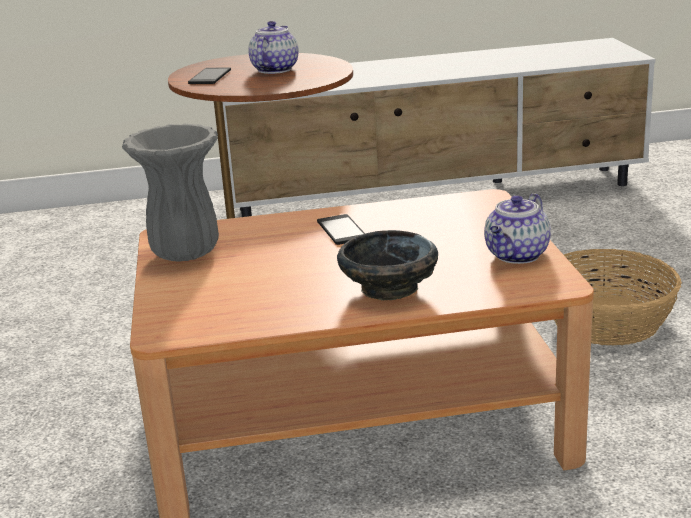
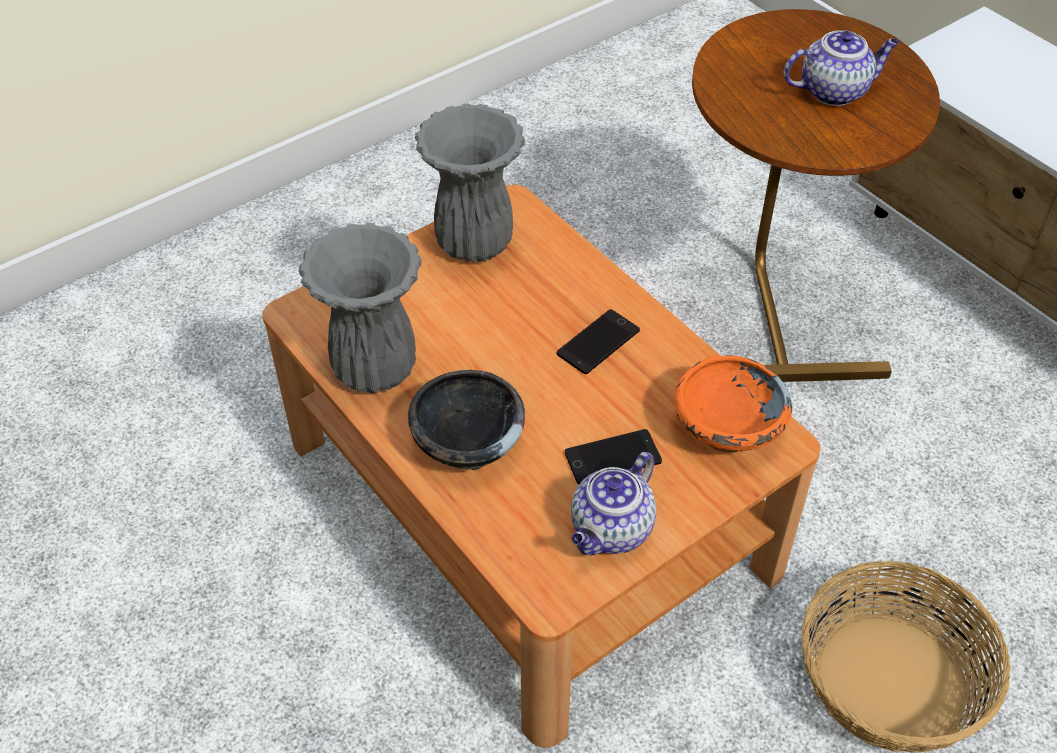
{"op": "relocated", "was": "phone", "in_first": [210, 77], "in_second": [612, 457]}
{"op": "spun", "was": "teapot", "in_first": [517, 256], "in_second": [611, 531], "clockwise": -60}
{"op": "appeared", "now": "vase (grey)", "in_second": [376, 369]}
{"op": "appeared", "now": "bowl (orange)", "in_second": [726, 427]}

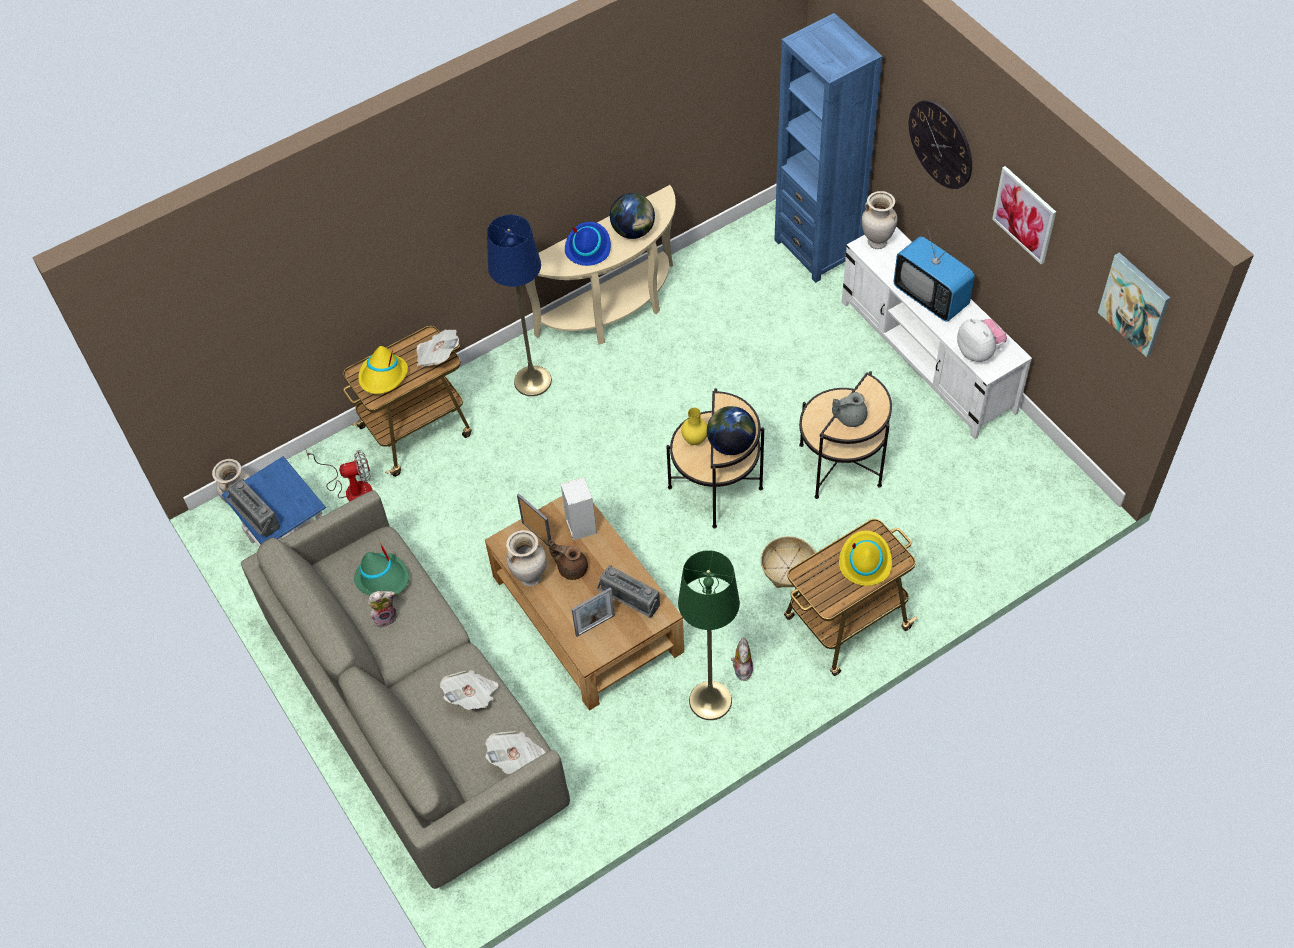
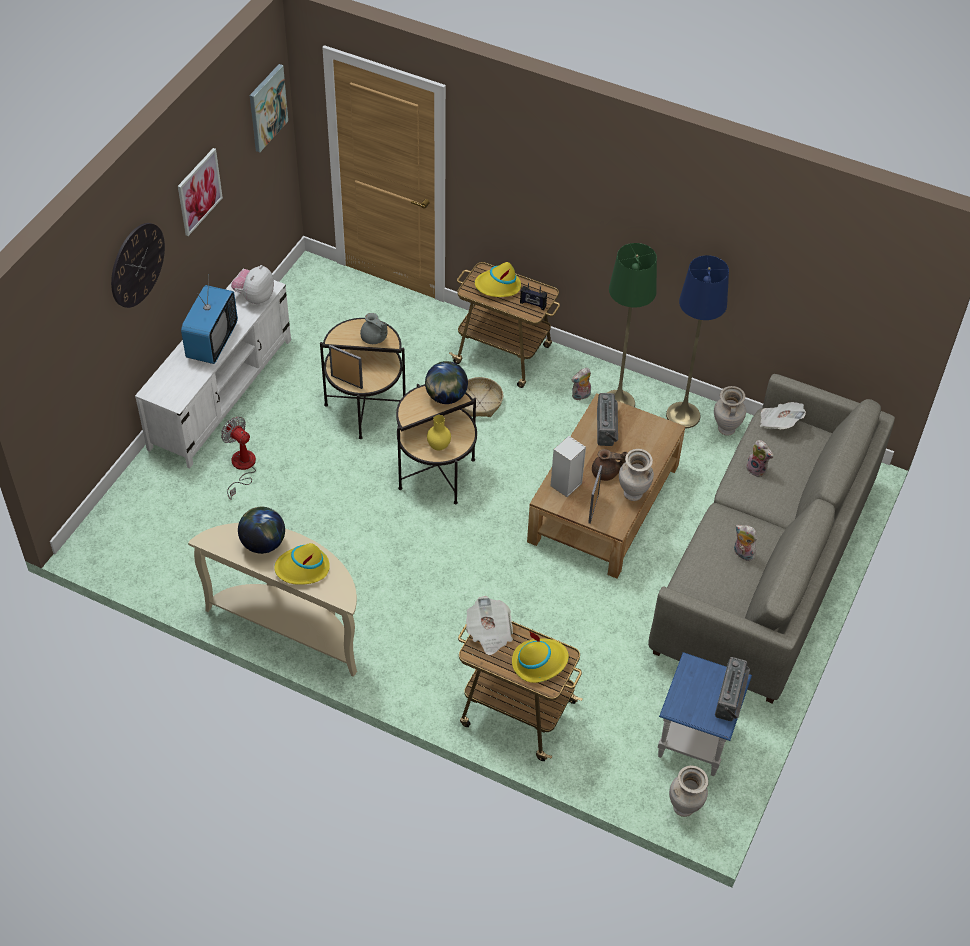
{"op": "relocated", "was": "fan", "in_first": [351, 488], "in_second": [241, 467]}
{"op": "missing", "was": "hat (green)", "in_first": [383, 578]}
{"op": "exchanged", "was": "newspaper", "now": "plush toy", "in_first": [472, 696], "in_second": [757, 469]}
{"op": "relocated", "was": "floor lamp (blue)", "in_first": [532, 381], "in_second": [683, 415]}
{"op": "spun", "was": "teapot (brown)", "in_first": [571, 568], "in_second": [606, 473], "clockwise": -75}
{"op": "colour", "was": "hat (blue)", "now": "hat (yellow)", "in_first": [588, 247], "in_second": [302, 568]}
{"op": "relocated", "was": "picture frame", "in_first": [595, 625], "in_second": [347, 381]}
{"op": "missing", "was": "bookcase (blue)", "in_first": [818, 248]}
{"op": "relocated", "was": "vase (beige)", "in_first": [877, 242], "in_second": [725, 429]}
{"op": "appeared", "now": "radio", "in_second": [533, 304]}

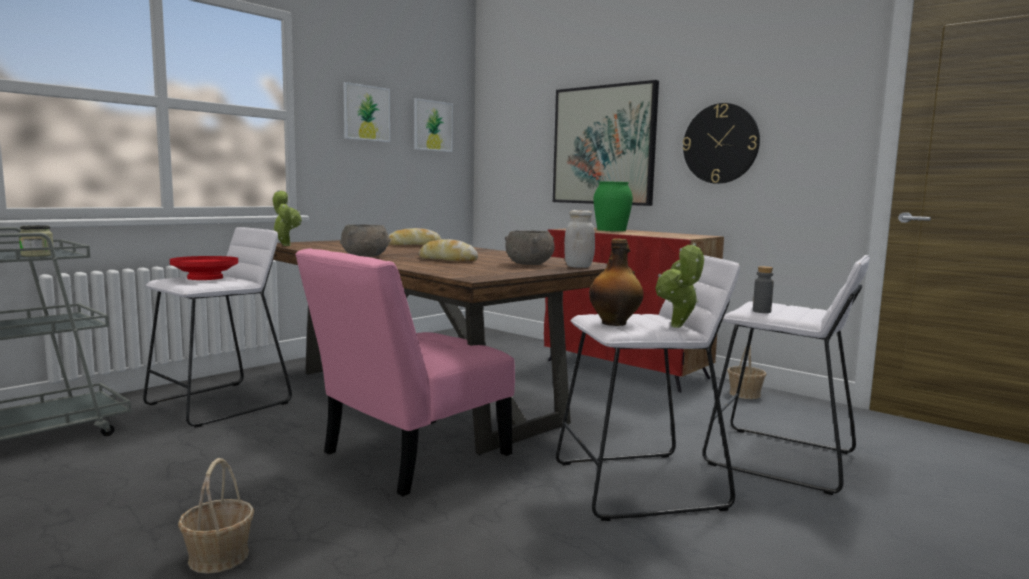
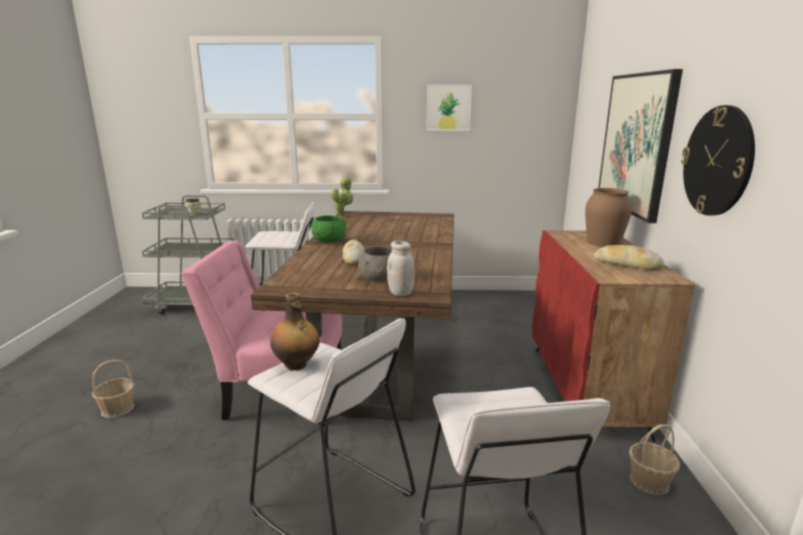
{"op": "missing", "was": "bowl (red)", "in_first": [205, 278]}
{"op": "colour", "was": "bowl (grey)", "now": "bowl (green)", "in_first": [366, 256], "in_second": [329, 241]}
{"op": "relocated", "was": "bread", "in_first": [413, 245], "in_second": [627, 264]}
{"op": "missing", "was": "picture", "in_first": [432, 126]}
{"op": "colour", "was": "vase (green)", "now": "vase (brown)", "in_first": [611, 230], "in_second": [604, 242]}
{"op": "missing", "was": "potted plant", "in_first": [678, 327]}
{"op": "missing", "was": "bottle (grey)", "in_first": [761, 311]}

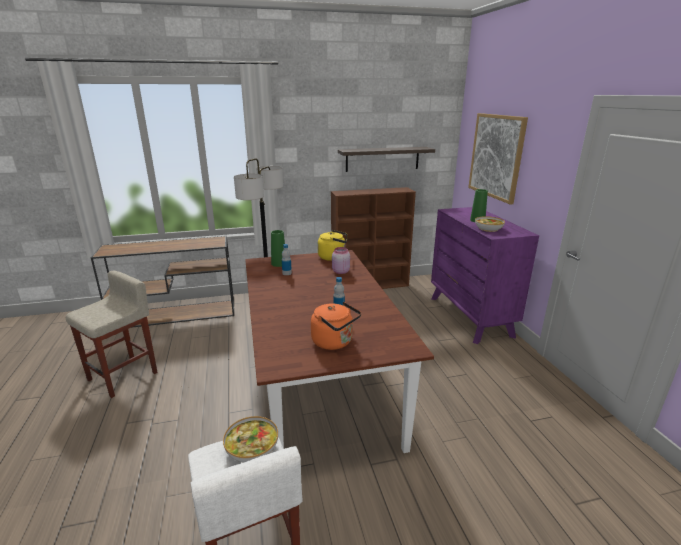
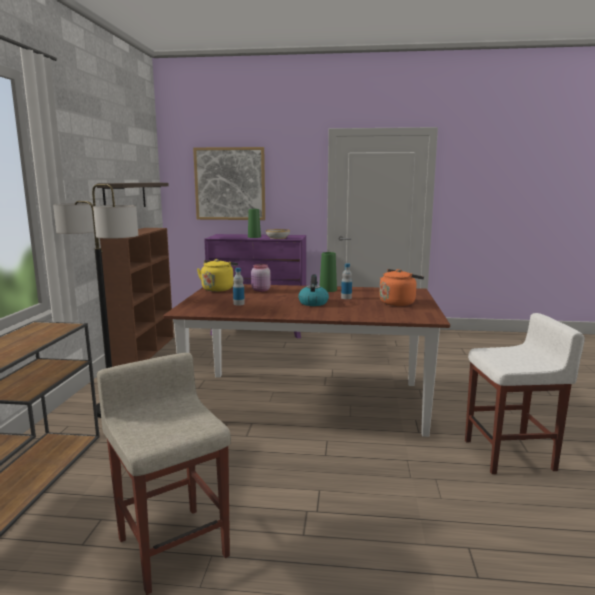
{"op": "missing", "was": "bowl", "in_first": [252, 448]}
{"op": "relocated", "was": "vase (green)", "in_first": [279, 263], "in_second": [328, 290]}
{"op": "appeared", "now": "kettle", "in_second": [313, 303]}

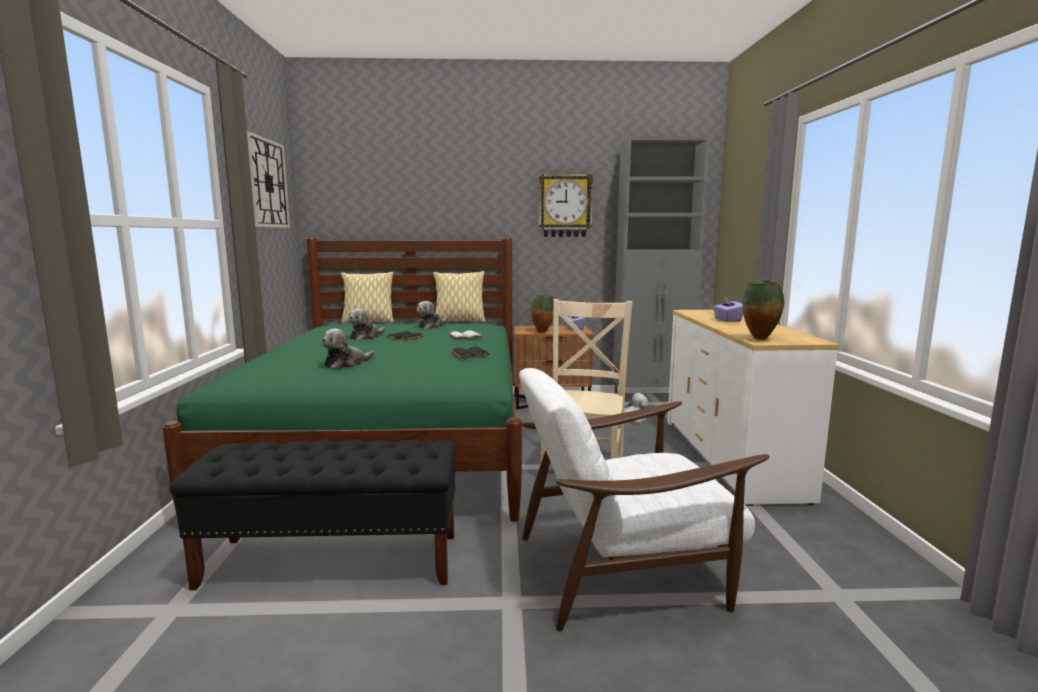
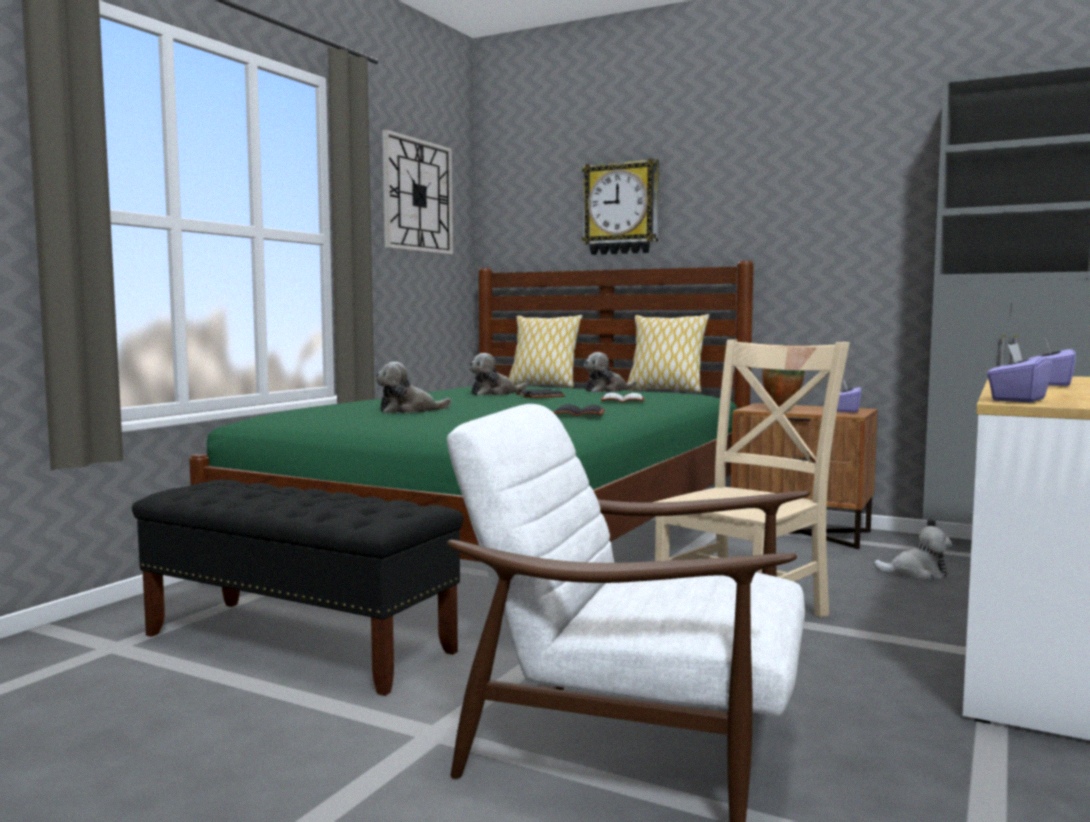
{"op": "relocated", "was": "wall clock", "in_first": [565, 206], "in_second": [621, 208]}
{"op": "exchanged", "was": "vase", "now": "tissue box (purple)", "in_first": [760, 339], "in_second": [1017, 400]}

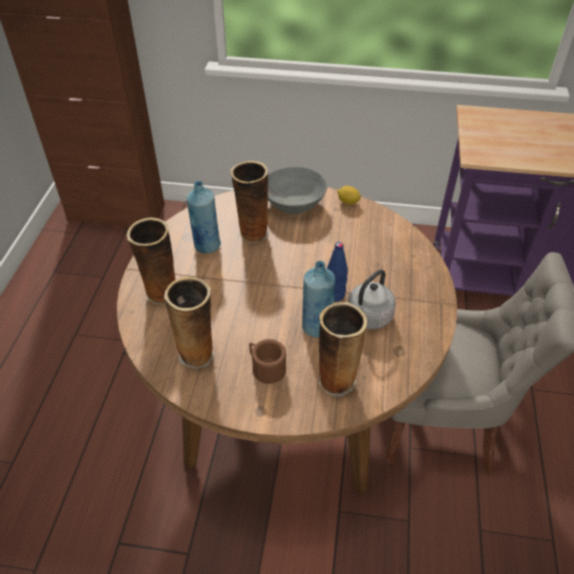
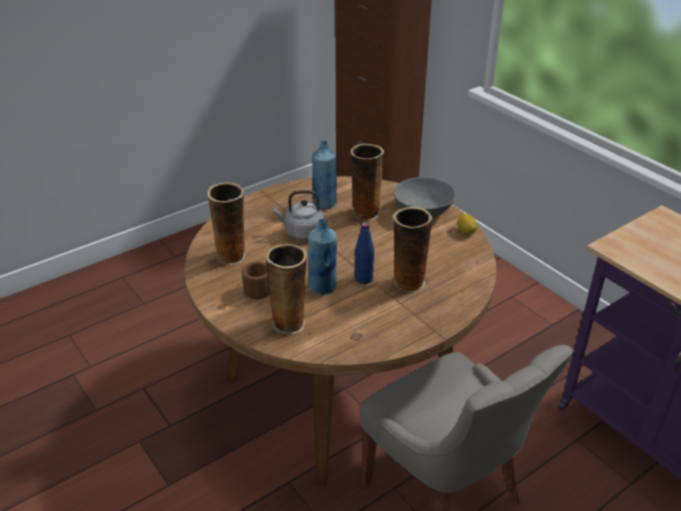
{"op": "relocated", "was": "vase", "in_first": [160, 293], "in_second": [407, 282]}
{"op": "relocated", "was": "kettle (grey)", "in_first": [367, 317], "in_second": [302, 233]}

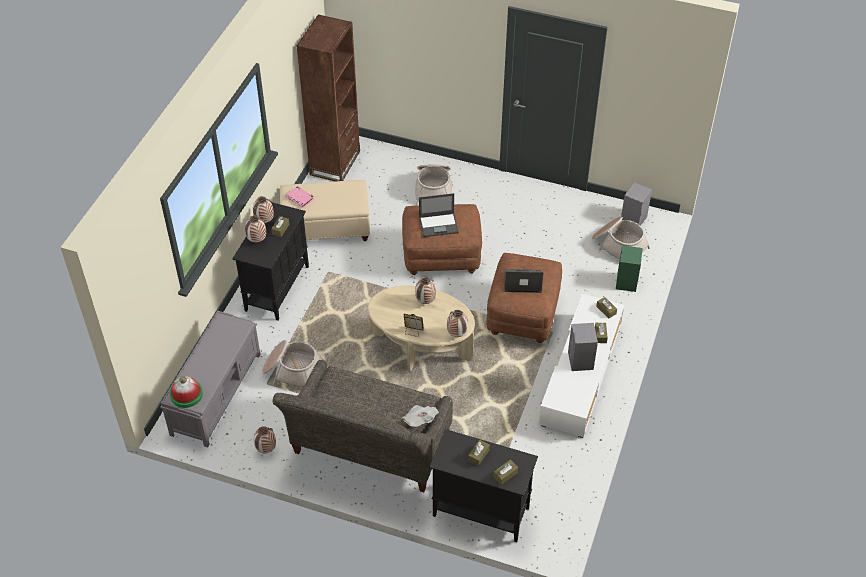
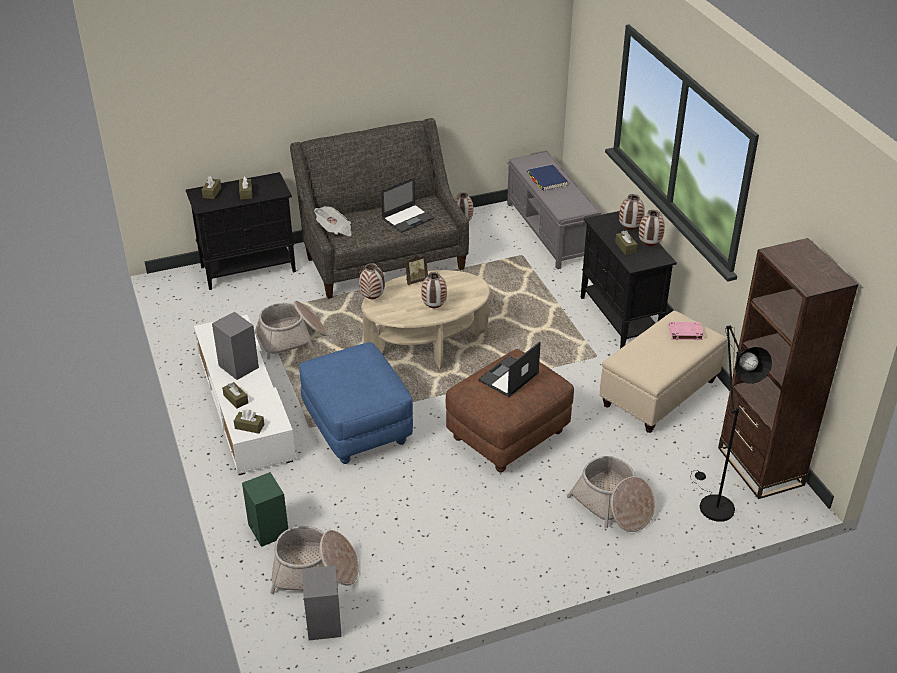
{"op": "missing", "was": "hat", "in_first": [186, 394]}
{"op": "relocated", "was": "basket", "in_first": [292, 370], "in_second": [292, 338]}
{"op": "colour", "was": "ottoman (brown)", "now": "ottoman (blue)", "in_first": [523, 315], "in_second": [357, 427]}
{"op": "relocated", "was": "laptop", "in_first": [522, 281], "in_second": [408, 218]}
{"op": "appeared", "now": "book (blue)", "in_second": [547, 179]}
{"op": "appeared", "now": "floor lamp (black)", "in_second": [712, 503]}

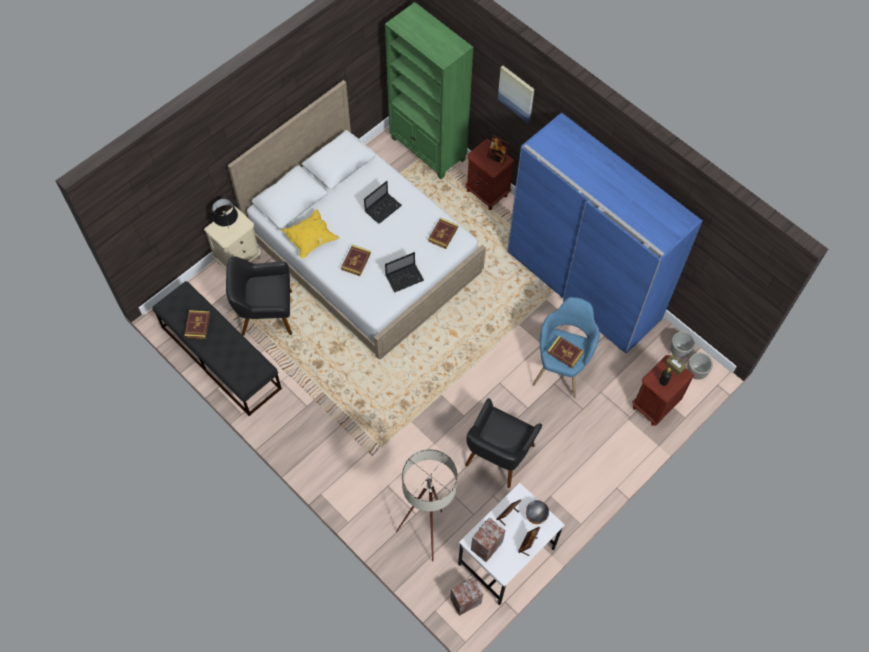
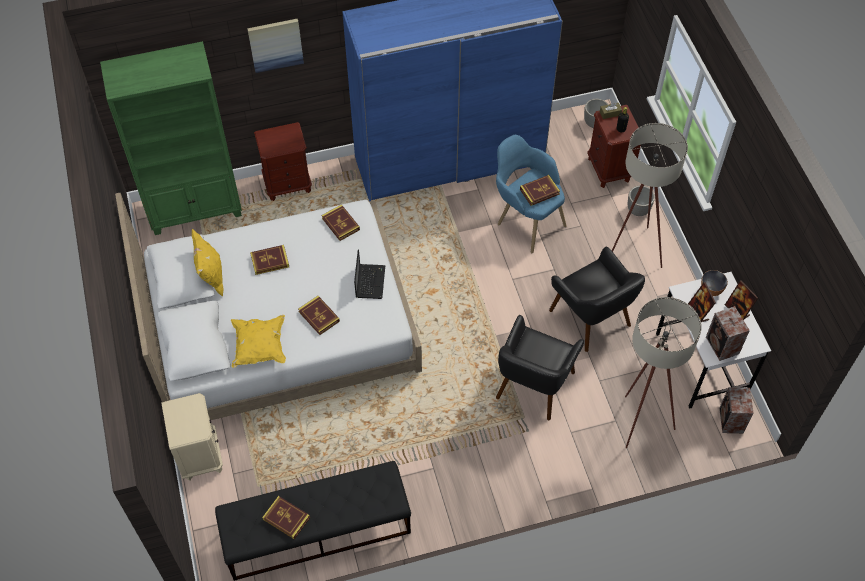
{"op": "missing", "was": "table lamp (black)", "in_first": [228, 228]}
{"op": "relocated", "was": "armchair (black)", "in_first": [266, 313], "in_second": [533, 385]}
{"op": "exchanged", "was": "laptop", "now": "book", "in_first": [383, 208], "in_second": [270, 261]}
{"op": "missing", "was": "picture frame", "in_first": [497, 158]}
{"op": "relocated", "was": "planter", "in_first": [679, 352], "in_second": [638, 210]}
{"op": "appeared", "now": "pillow (yellow)", "in_second": [211, 277]}
{"op": "appeared", "now": "floor lamp (beige)", "in_second": [633, 251]}

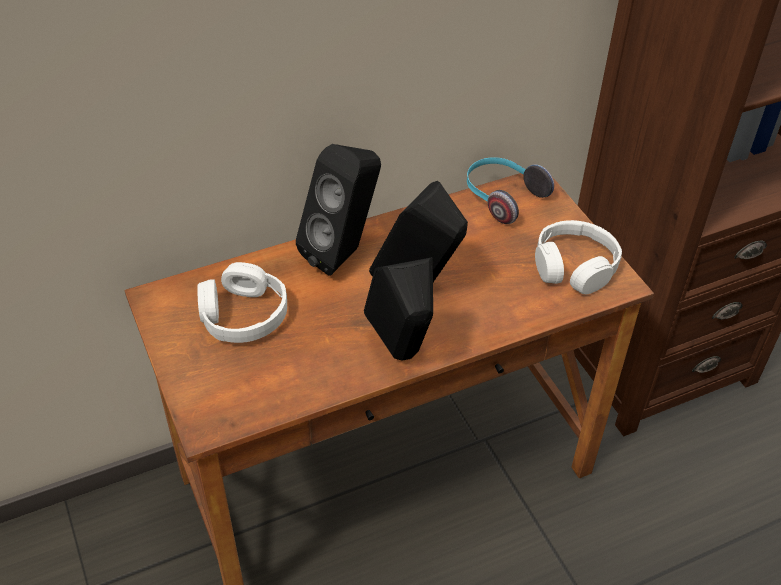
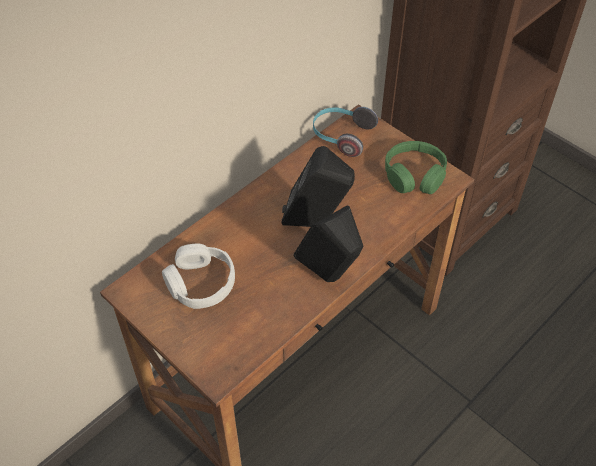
{"op": "missing", "was": "speaker (black)", "in_first": [344, 253]}
{"op": "colour", "was": "headphones (white)", "now": "headphones (green)", "in_first": [574, 266], "in_second": [414, 175]}

